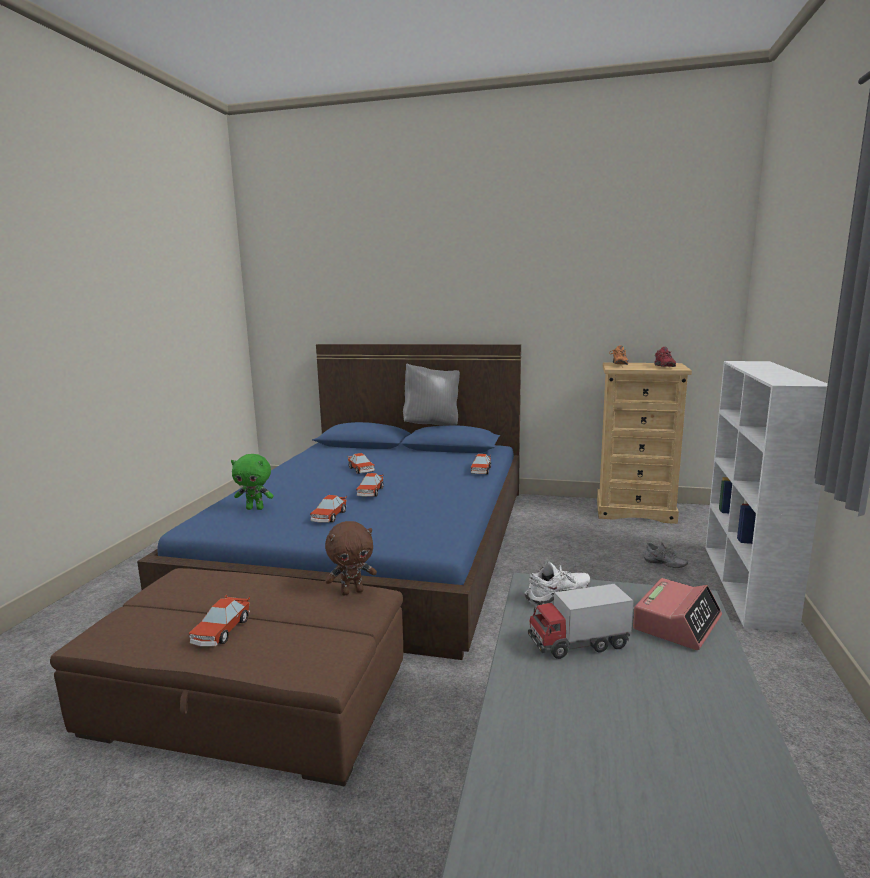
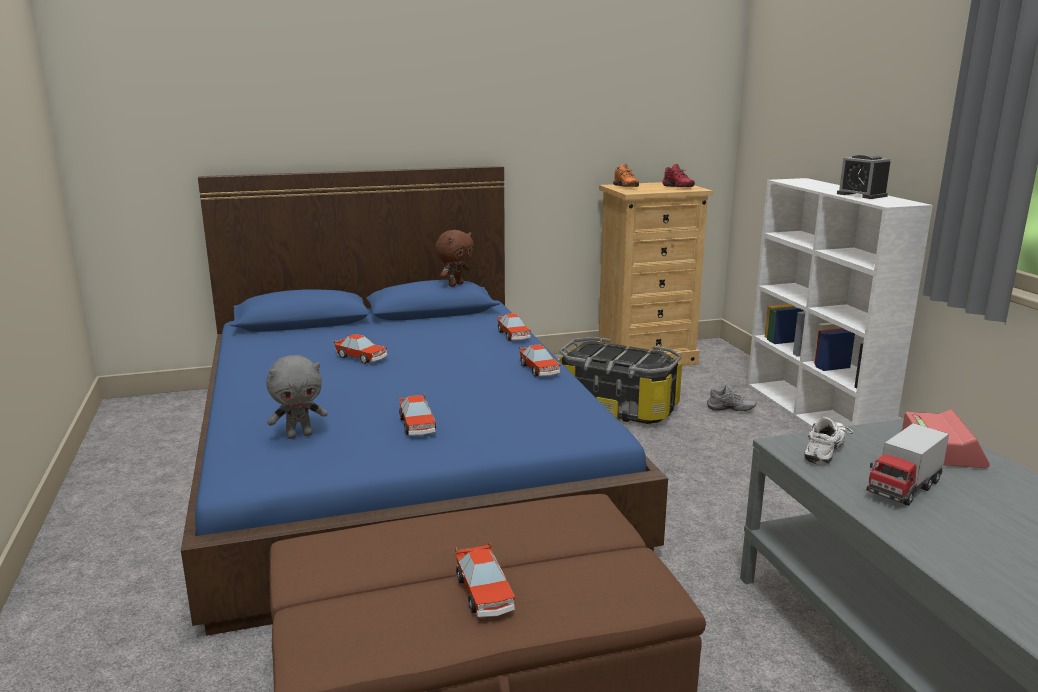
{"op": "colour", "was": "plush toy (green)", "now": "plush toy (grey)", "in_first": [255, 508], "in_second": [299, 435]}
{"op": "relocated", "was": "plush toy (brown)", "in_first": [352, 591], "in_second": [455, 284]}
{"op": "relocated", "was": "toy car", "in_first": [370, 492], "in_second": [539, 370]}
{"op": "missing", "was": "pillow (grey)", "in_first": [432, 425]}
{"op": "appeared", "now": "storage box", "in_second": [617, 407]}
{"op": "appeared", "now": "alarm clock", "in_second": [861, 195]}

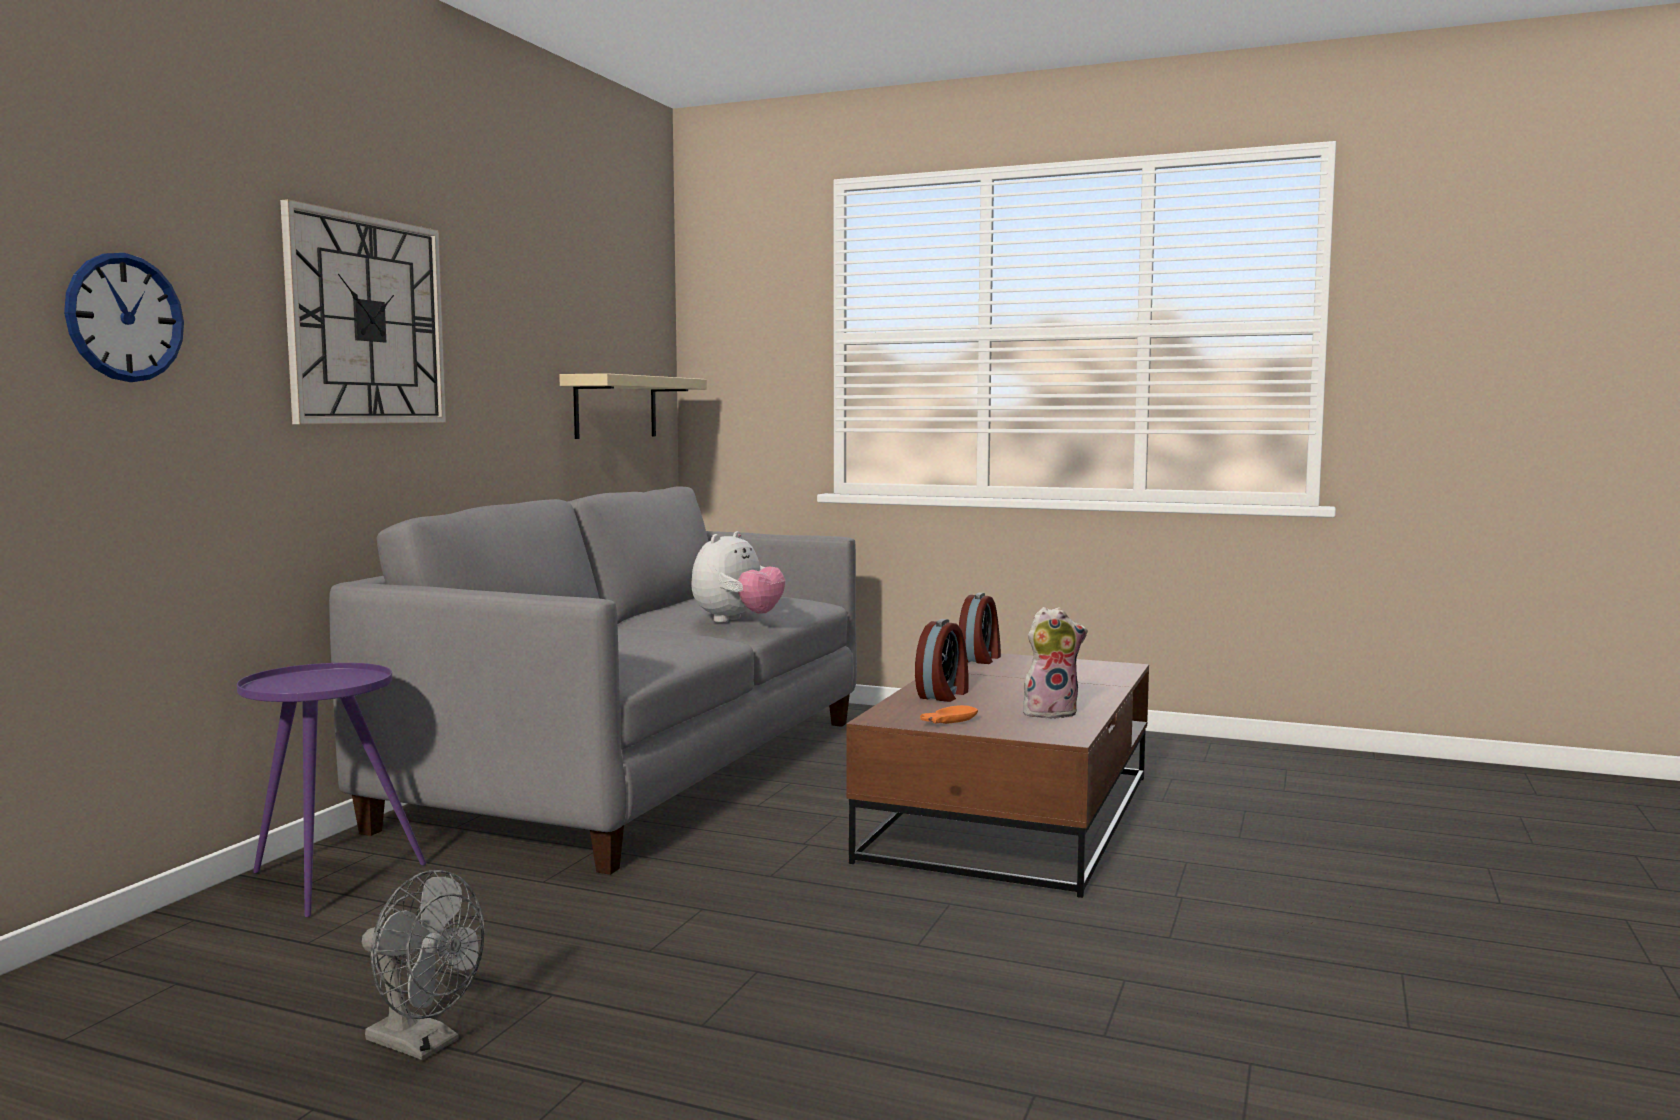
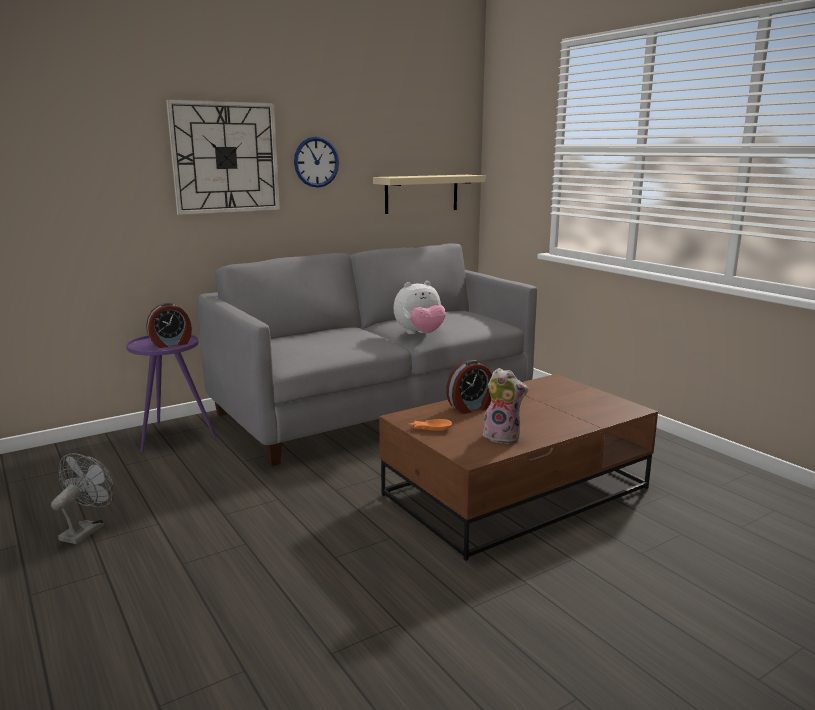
{"op": "relocated", "was": "wall clock", "in_first": [125, 317], "in_second": [316, 162]}
{"op": "spun", "was": "fan (grey)", "in_first": [423, 1044], "in_second": [86, 530], "clockwise": -135}
{"op": "relocated", "was": "alarm clock", "in_first": [981, 659], "in_second": [171, 344]}

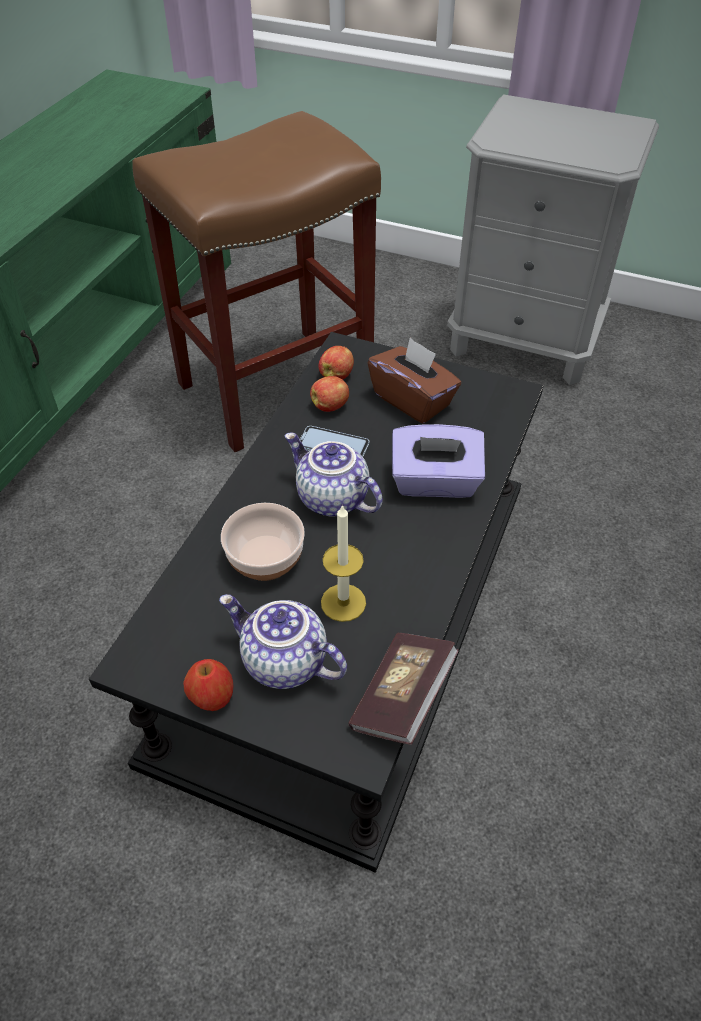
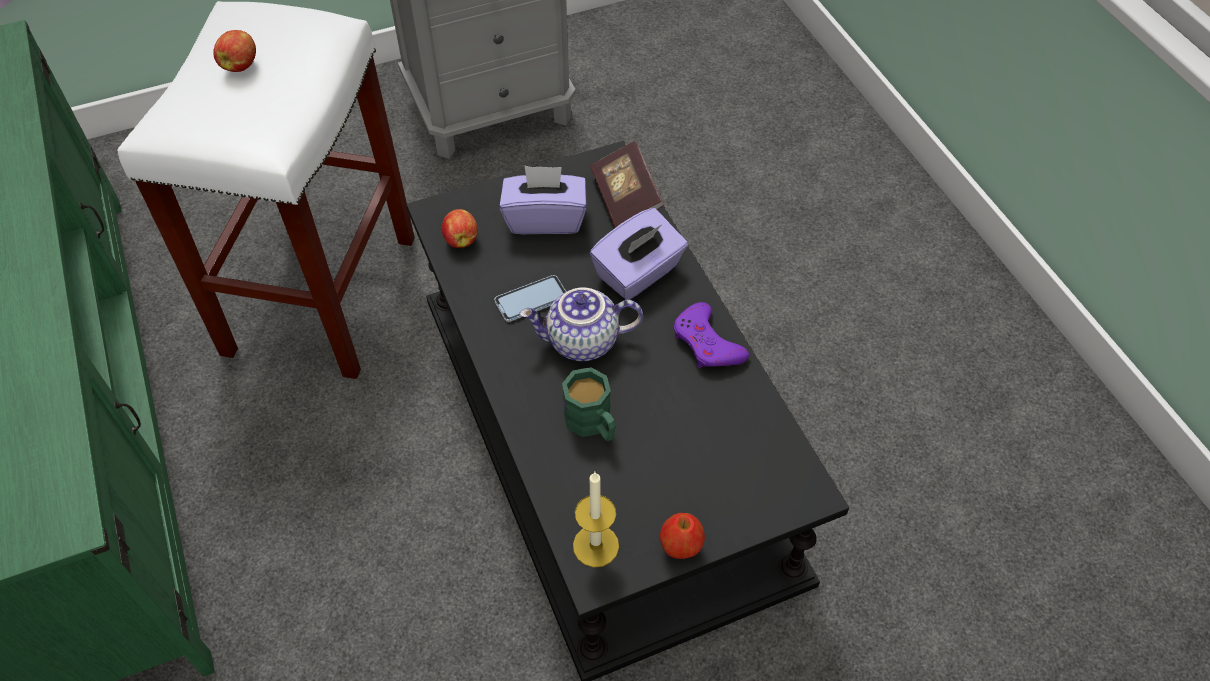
{"op": "colour", "was": "stool (brown)", "now": "stool (white)", "in_first": [276, 386], "in_second": [321, 292]}
{"op": "missing", "was": "teapot", "in_first": [283, 663]}
{"op": "exchanged", "was": "bowl", "now": "mug (green)", "in_first": [266, 559], "in_second": [593, 424]}
{"op": "relocated", "was": "apple", "in_first": [330, 406], "in_second": [240, 65]}
{"op": "relocated", "was": "candle", "in_first": [343, 602], "in_second": [596, 545]}
{"op": "relocated", "was": "book", "in_first": [402, 698], "in_second": [625, 199]}
{"op": "colour", "was": "tissue box (brown)", "now": "tissue box (purple)", "in_first": [412, 400], "in_second": [545, 219]}
{"op": "appeared", "now": "game controller (purple)", "in_second": [707, 343]}

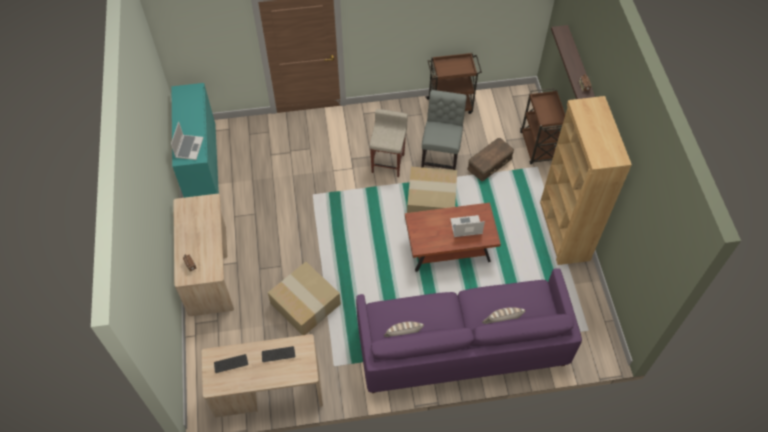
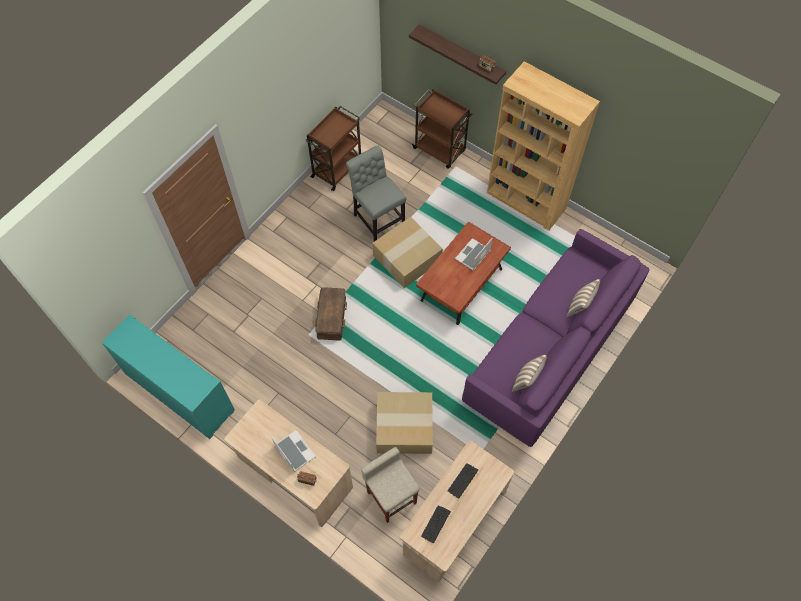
{"op": "relocated", "was": "laptop", "in_first": [189, 147], "in_second": [294, 451]}
{"op": "relocated", "was": "stool (beige)", "in_first": [388, 162], "in_second": [391, 497]}
{"op": "relocated", "was": "storage box (brown)", "in_first": [489, 163], "in_second": [331, 317]}

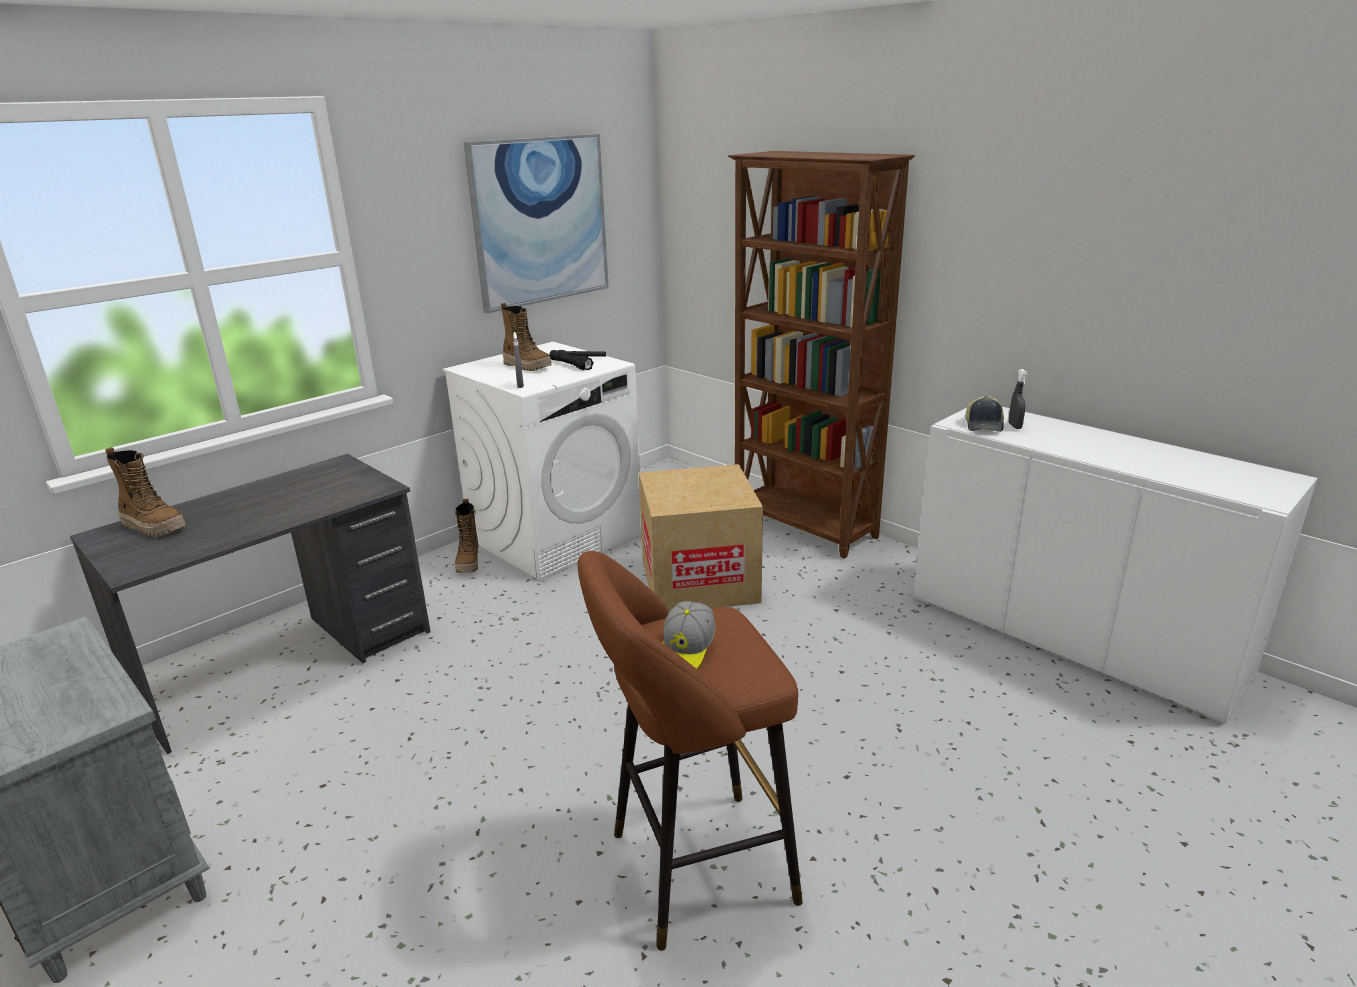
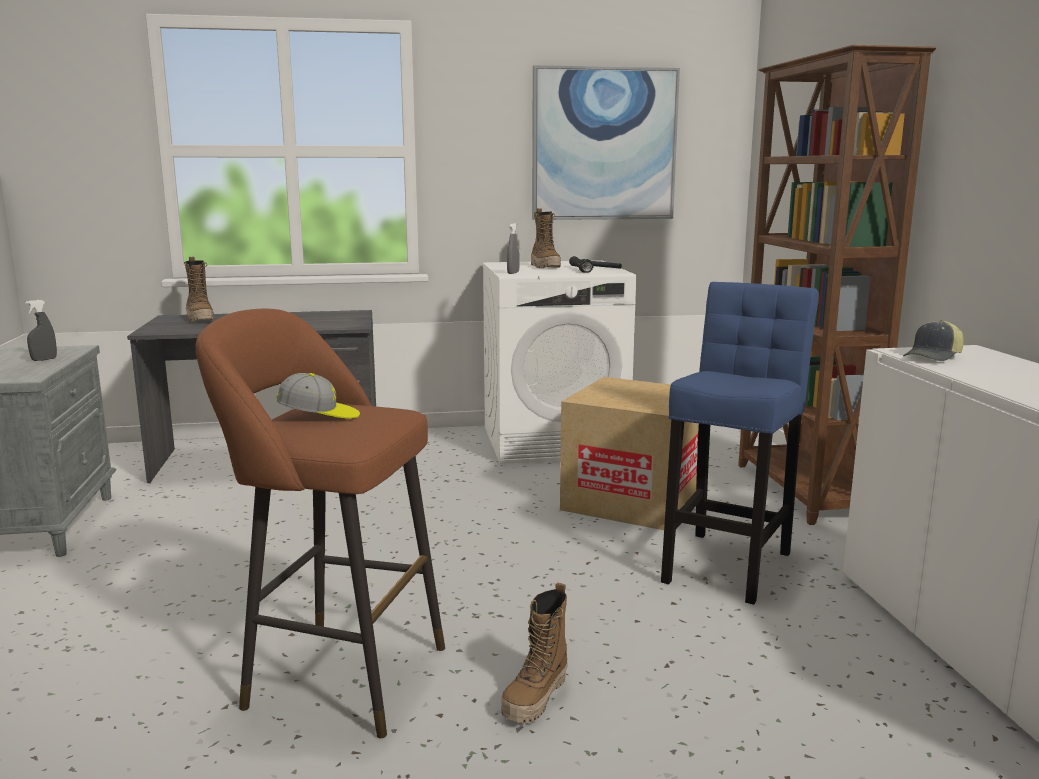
{"op": "relocated", "was": "boot", "in_first": [469, 562], "in_second": [536, 698]}
{"op": "spun", "was": "cap", "in_first": [686, 652], "in_second": [319, 416], "clockwise": -150}
{"op": "relocated", "was": "spray bottle (grey)", "in_first": [1015, 426], "in_second": [44, 359]}
{"op": "appeared", "now": "stool (blue)", "in_second": [729, 563]}

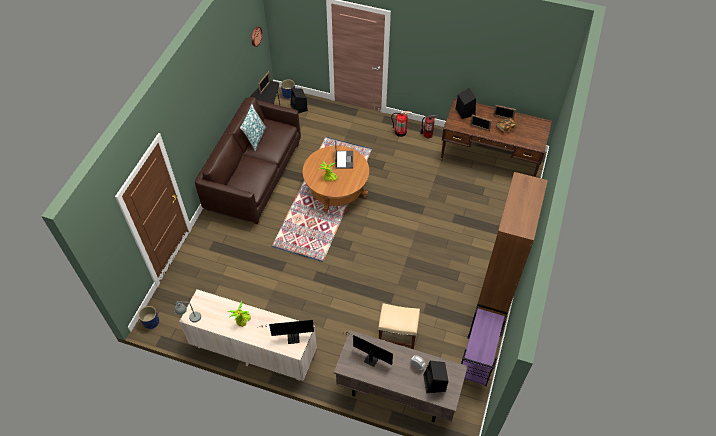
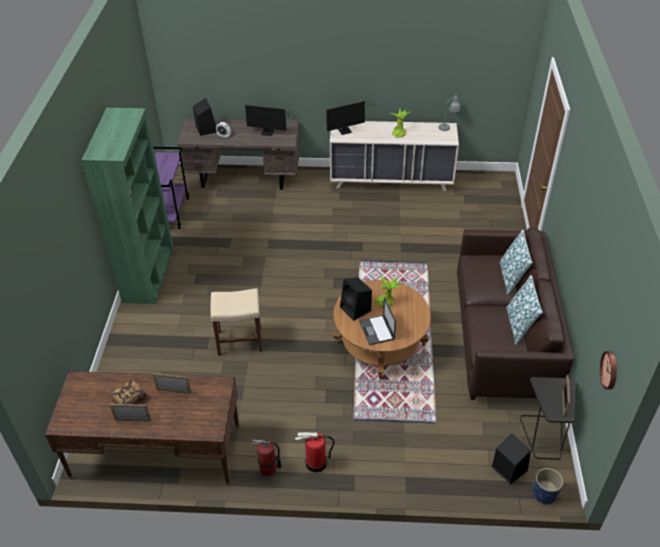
{"op": "missing", "was": "planter (blue)", "in_first": [151, 322]}
{"op": "relocated", "was": "stool (beige)", "in_first": [397, 339], "in_second": [239, 341]}
{"op": "relocated", "was": "speaker (black)", "in_first": [465, 111], "in_second": [356, 309]}
{"op": "colour", "was": "bookcase (brown)", "now": "bookcase (green)", "in_first": [496, 289], "in_second": [148, 274]}
{"op": "appeared", "now": "pillow", "in_second": [511, 278]}

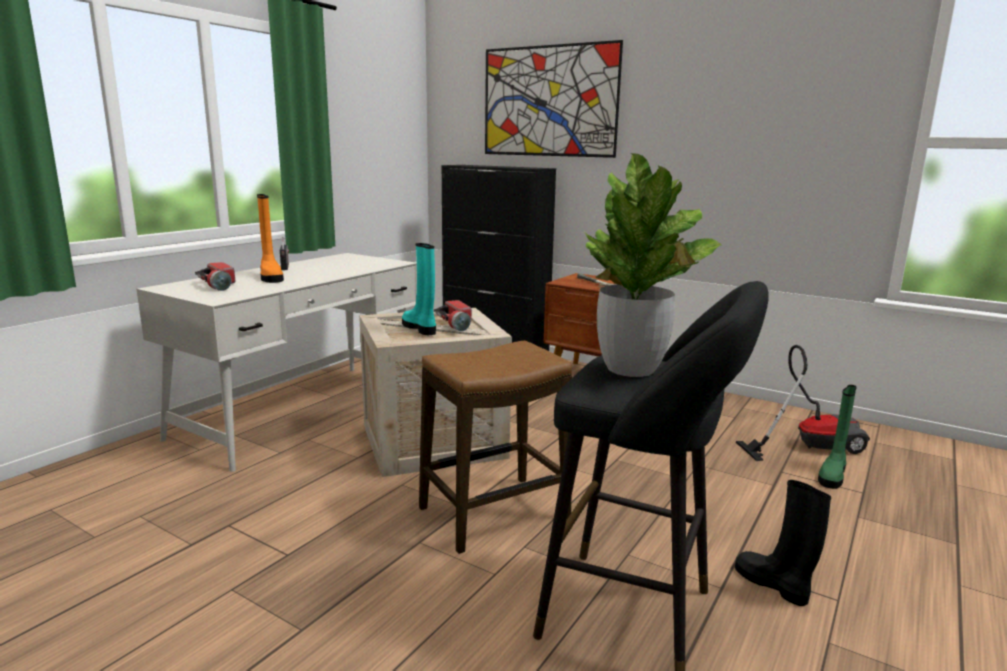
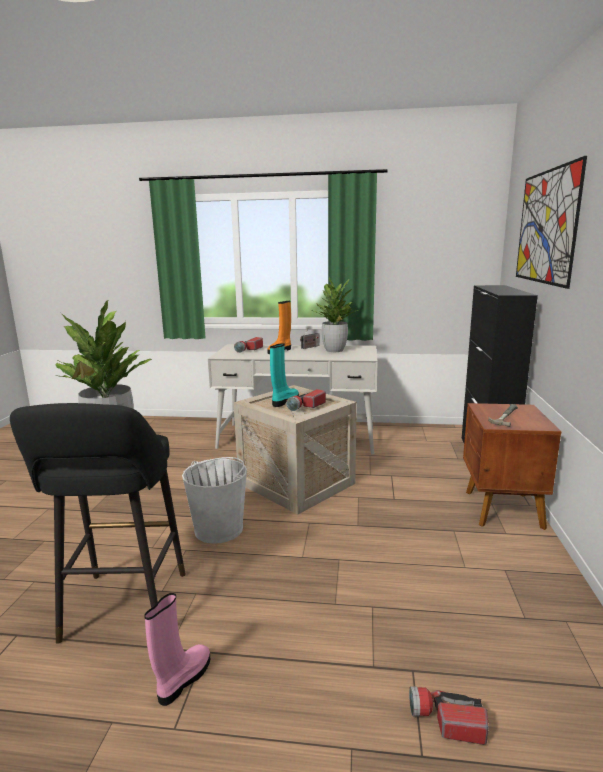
{"op": "exchanged", "was": "stool", "now": "bucket (white)", "in_first": [494, 513], "in_second": [219, 529]}
{"op": "missing", "was": "vacuum cleaner", "in_first": [809, 446]}
{"op": "colour", "was": "boot (black)", "now": "boot (pink)", "in_first": [773, 585], "in_second": [183, 680]}
{"op": "exchanged", "was": "boot (green)", "now": "flashlight", "in_first": [832, 475], "in_second": [446, 721]}
{"op": "appeared", "now": "potted plant", "in_second": [334, 350]}

